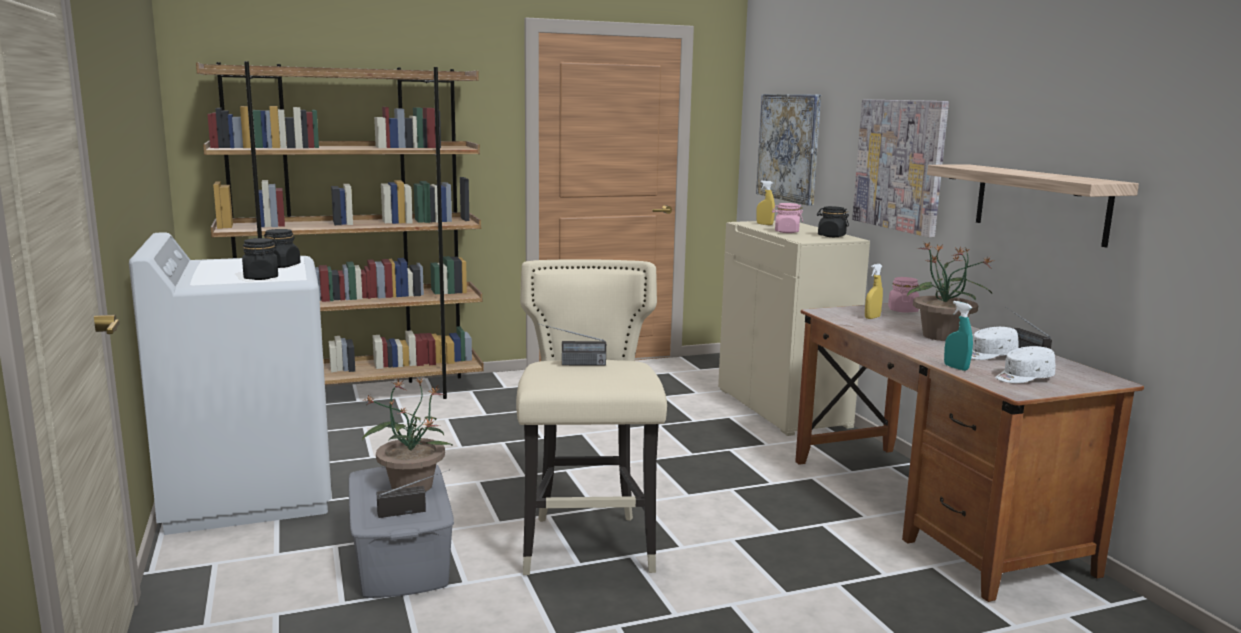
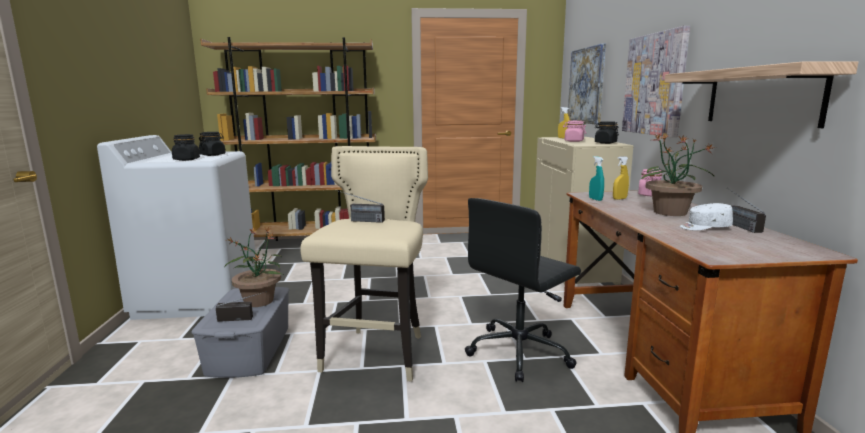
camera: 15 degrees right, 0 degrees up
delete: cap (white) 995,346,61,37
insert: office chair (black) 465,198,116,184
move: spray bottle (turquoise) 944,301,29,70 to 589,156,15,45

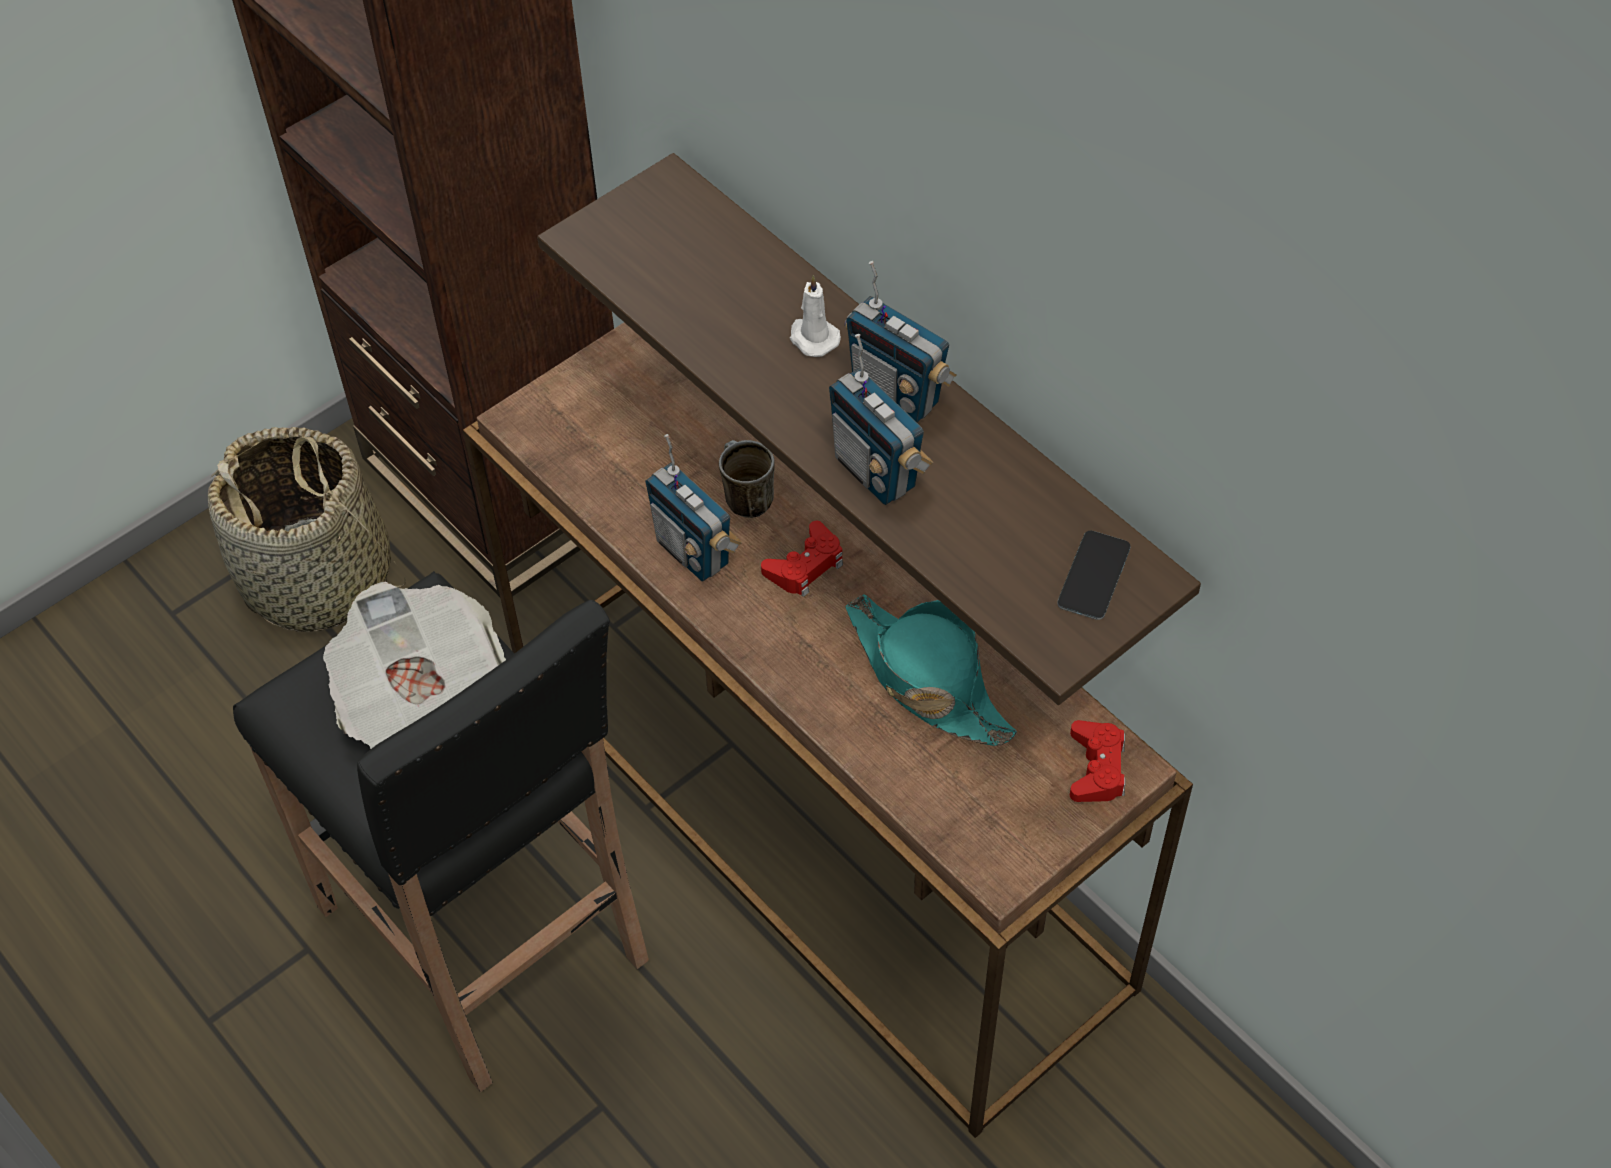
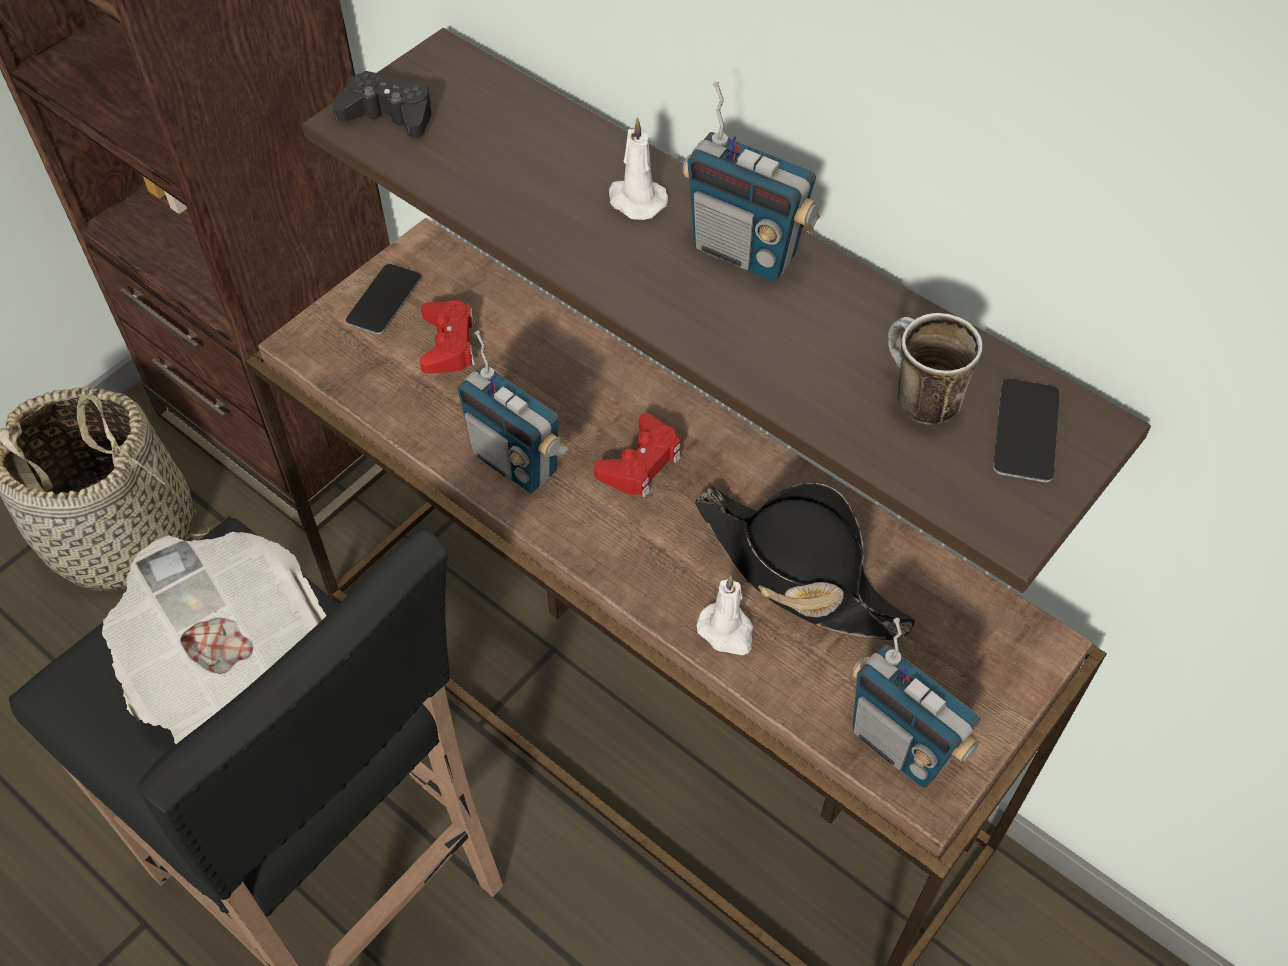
camera: 10 degrees left, 0 degrees up
insert: game controller (black) 332,71,100,67; phone 346,264,75,70; candle (white) 696,575,57,80
move: radio 829,334,104,171 to 852,618,129,170; mug 719,440,56,78 to 888,313,94,112; game controller (red) 1070,720,55,82 to 419,300,56,74
recolor: hat (turquoise) 845,594,172,152 to hat (black) 694,483,222,157

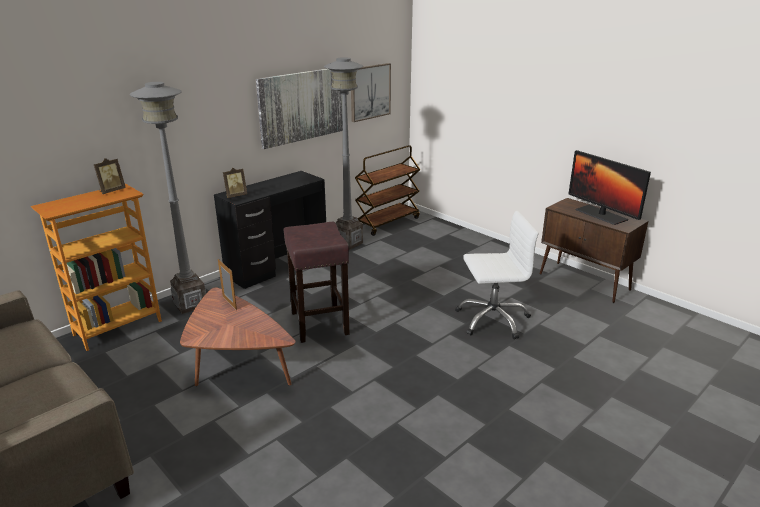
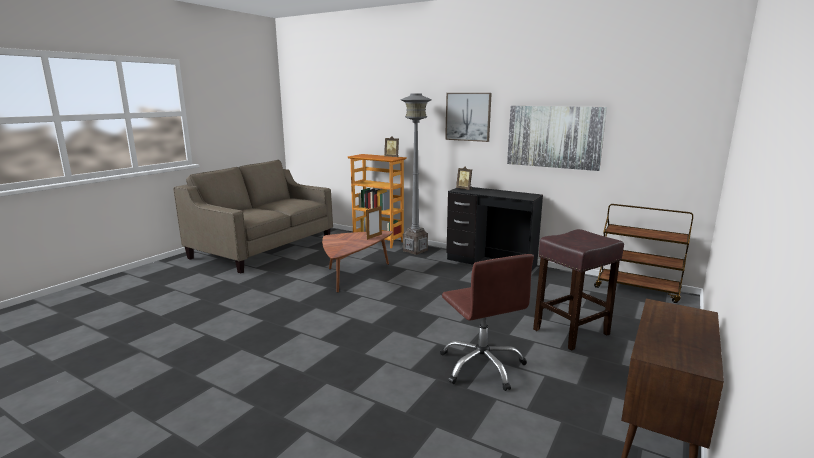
camera: 75 degrees right, 10 degrees down
delete: floor lamp (grey) 324,57,39,193; monitor 568,150,83,75
move: picture 351,63,40,59 to 445,93,47,49; stool (brown) 284,222,65,121 to 533,229,91,121
recolor: office chair (white) 455,211,83,129 to office chair (brown) 440,254,94,137

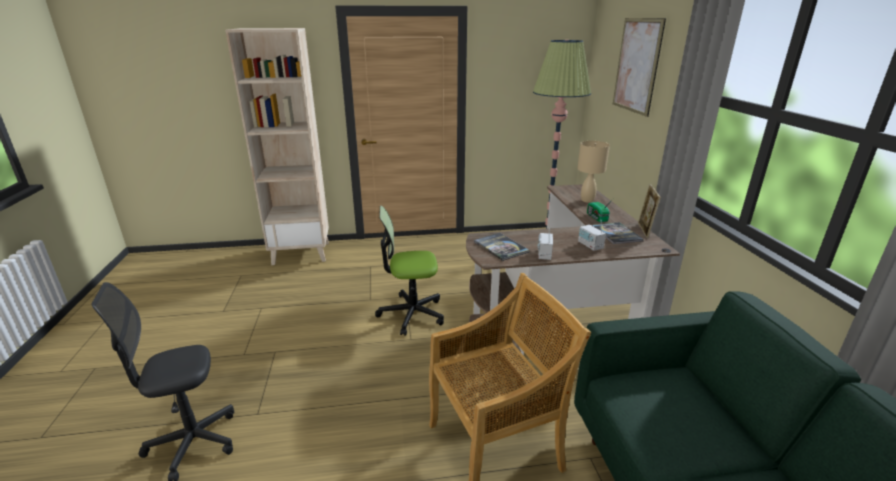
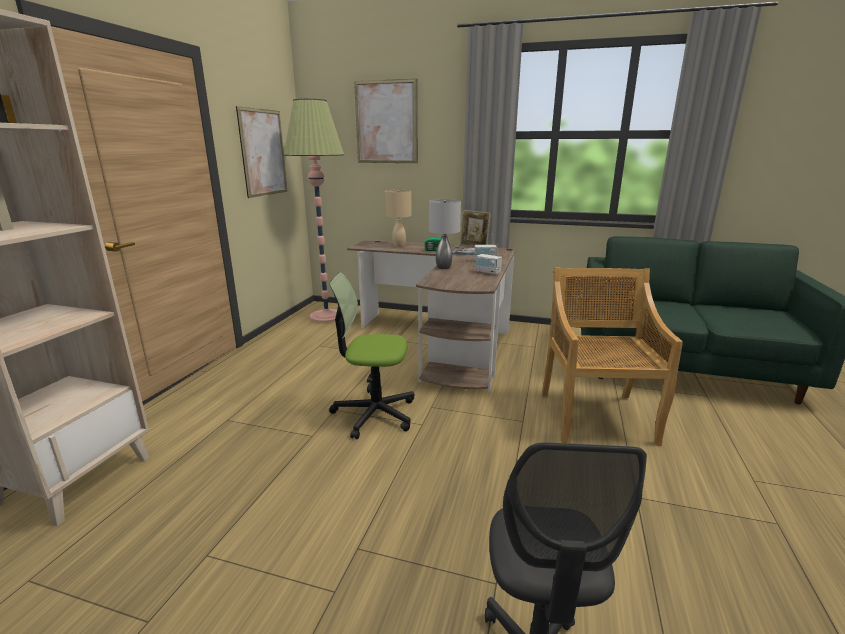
camera: 65 degrees left, 5 degrees down
delete: book 474,233,55,28
insert: picture 236,106,51,92; table lamp (grey) 429,199,32,70
rotate: office chair 375,206,69,130 = 329,273,85,166 75 degrees clockwise

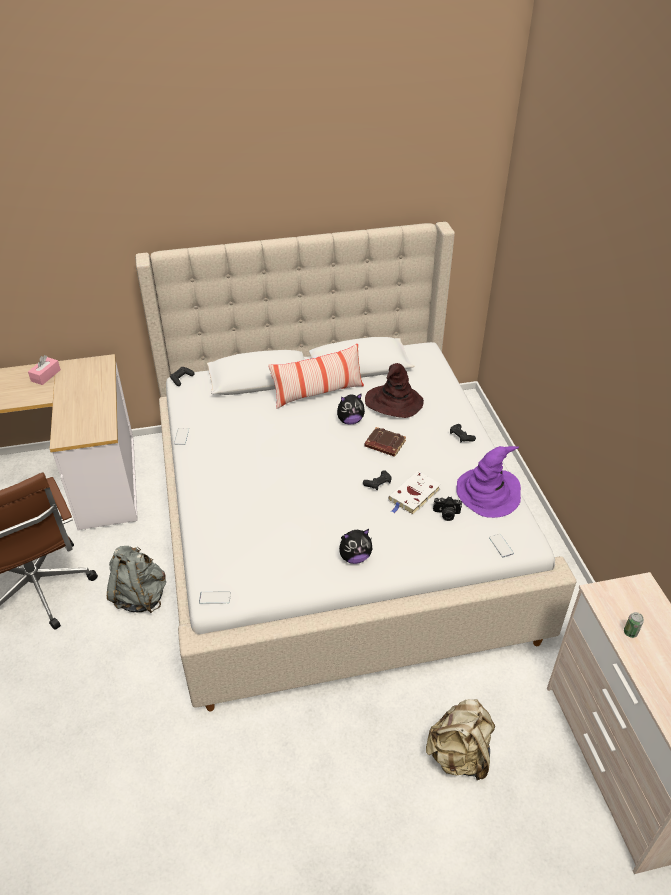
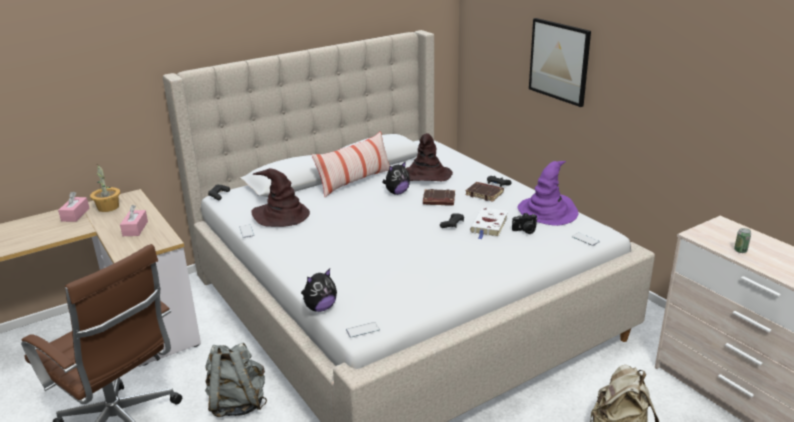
camera: 20 degrees left, 15 degrees down
insert: picture 529,18,62,89; potted plant 90,165,30,47; hat (brown) 251,168,59,59; book (brown) 465,182,39,20; tissue box (pink) 120,205,28,31
move: plush toy 339,529,33,35 to 301,269,36,43

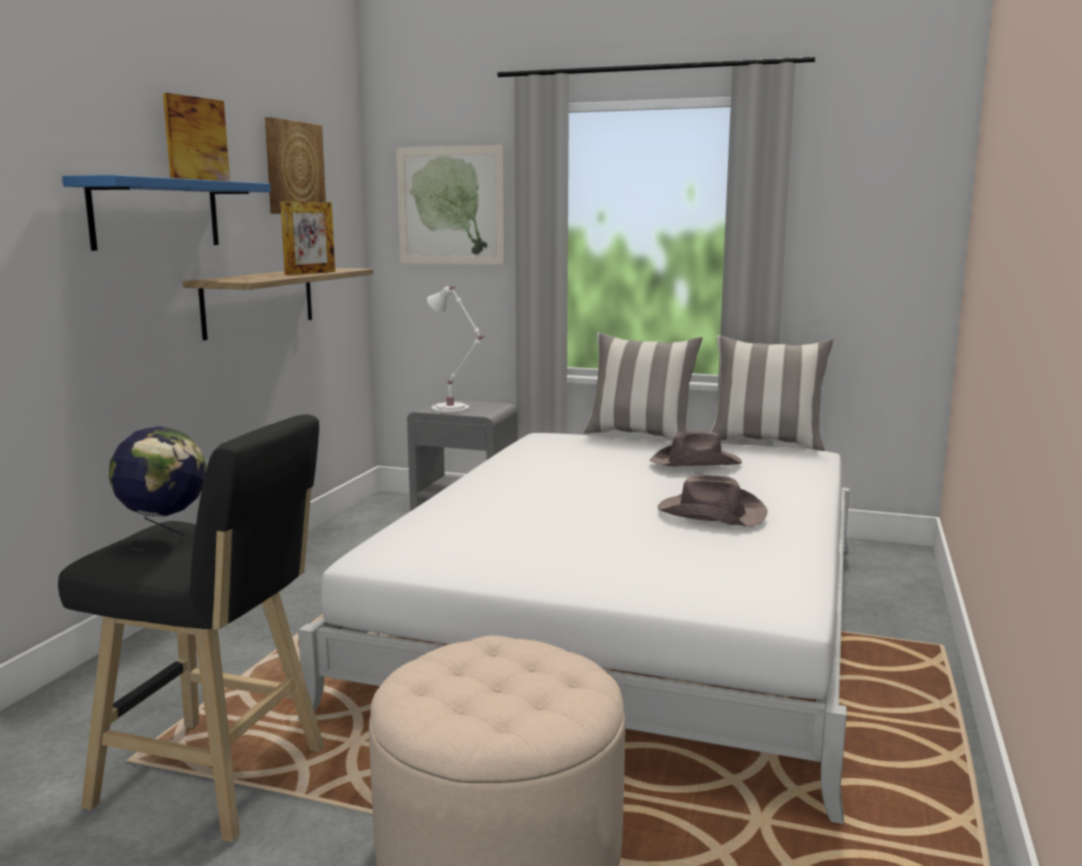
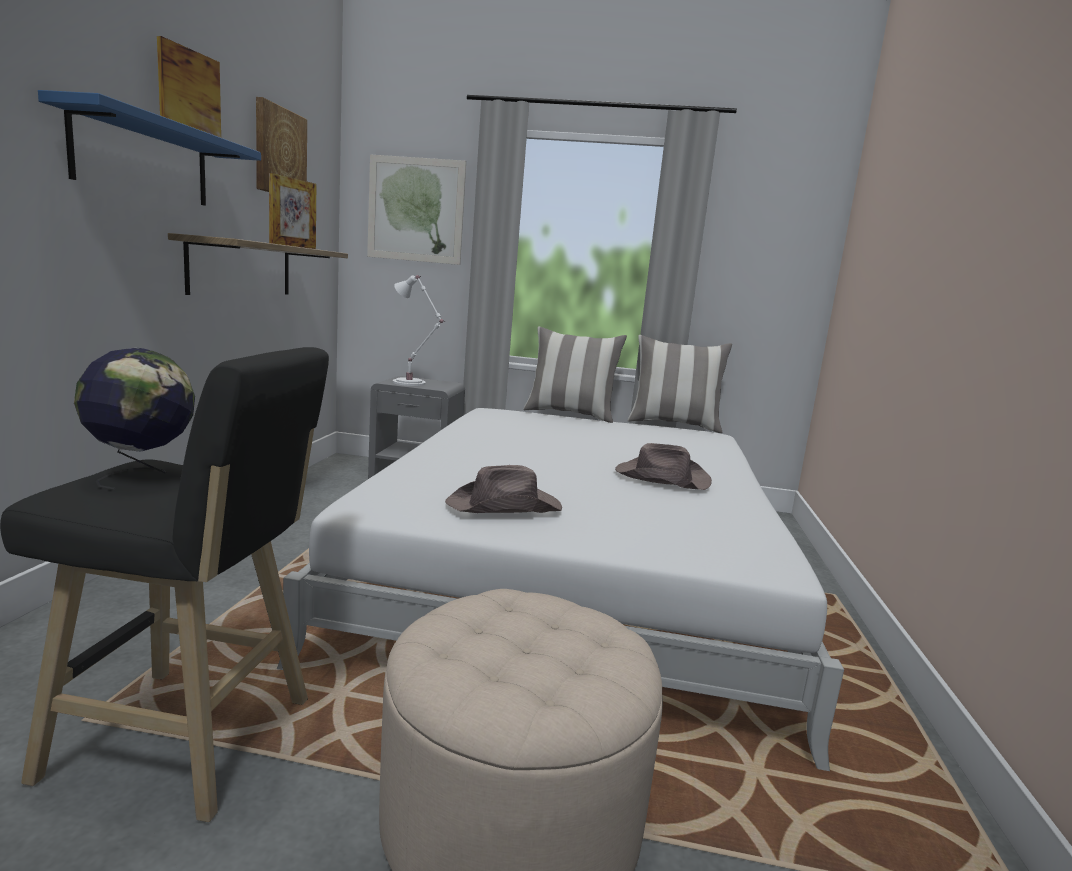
camera: 10 degrees left, 0 degrees up
move: hat (brown) 650,431,92,35 to 445,465,117,48

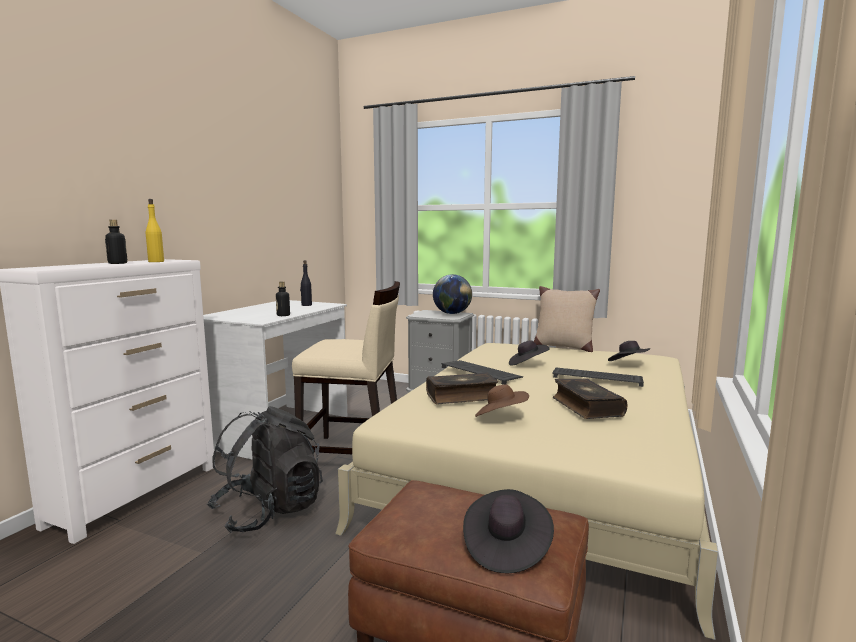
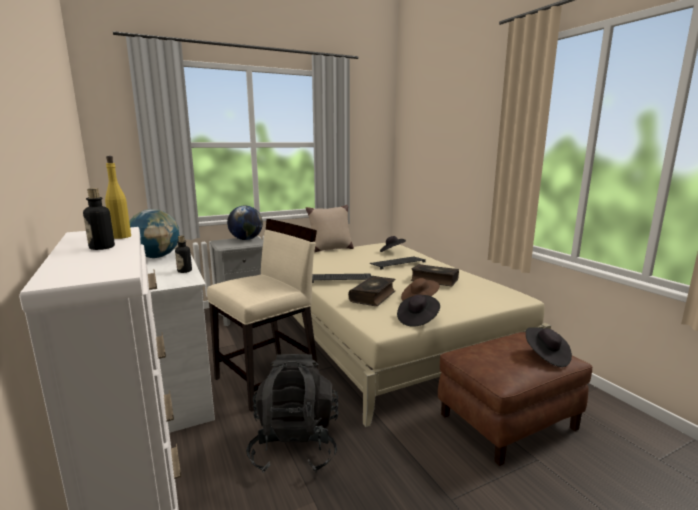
camera: 50 degrees left, 5 degrees up
move: hat (black) 509,340,41,26 to 397,294,43,33
replace: bottle (black) 300,260,12,46 to globe 129,209,50,49

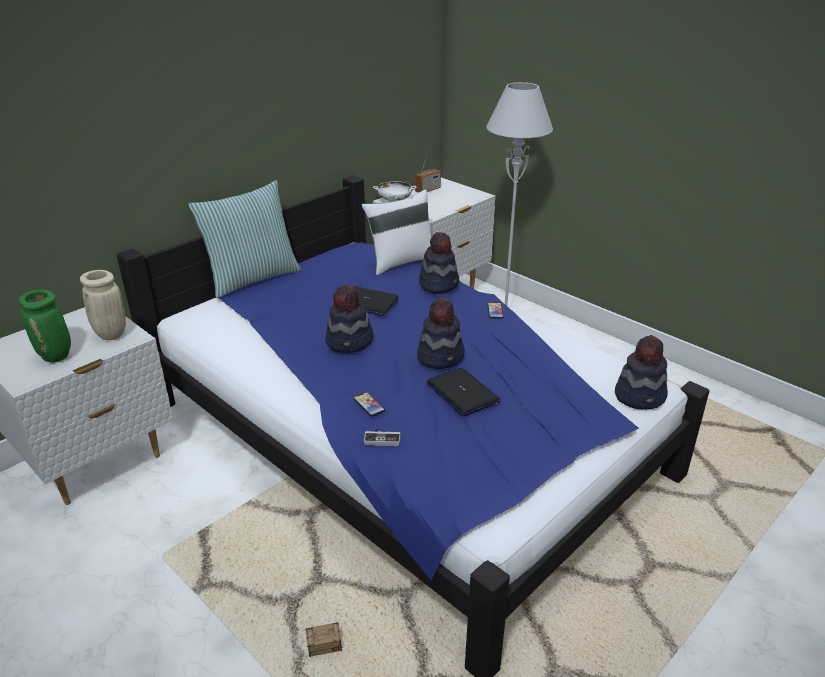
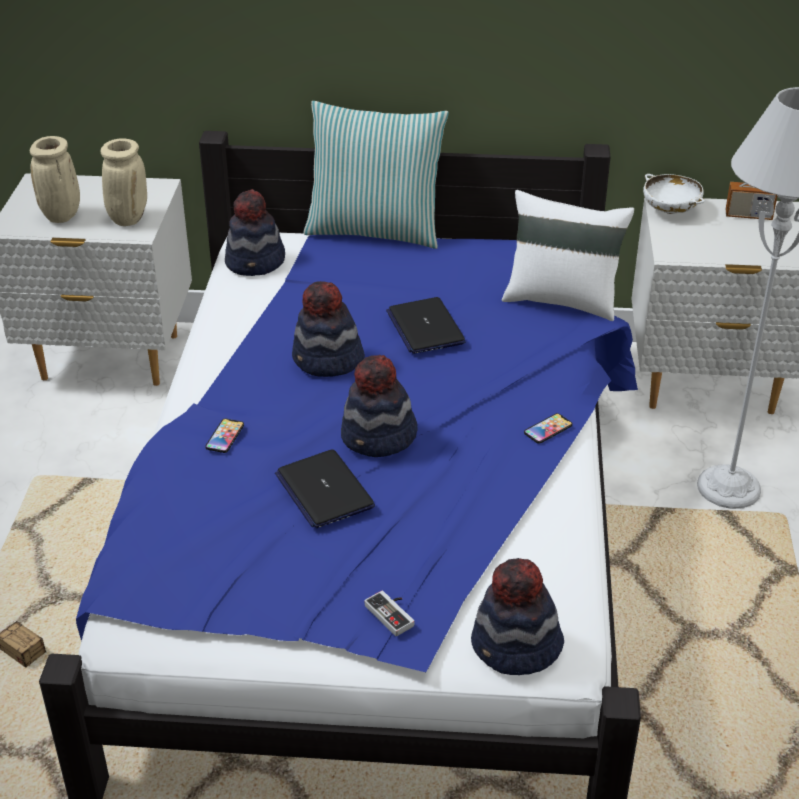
camera: 50 degrees right, 5 degrees up
move: hat 419,232,40,61 to 225,189,60,87; game controller 364,428,37,18 to 364,590,50,46
recolor: vase (green) 19,290,52,73 to vase (beige) 30,136,50,87
rotate: laptop 426,368,75,48 = 275,449,100,79 135 degrees clockwise

